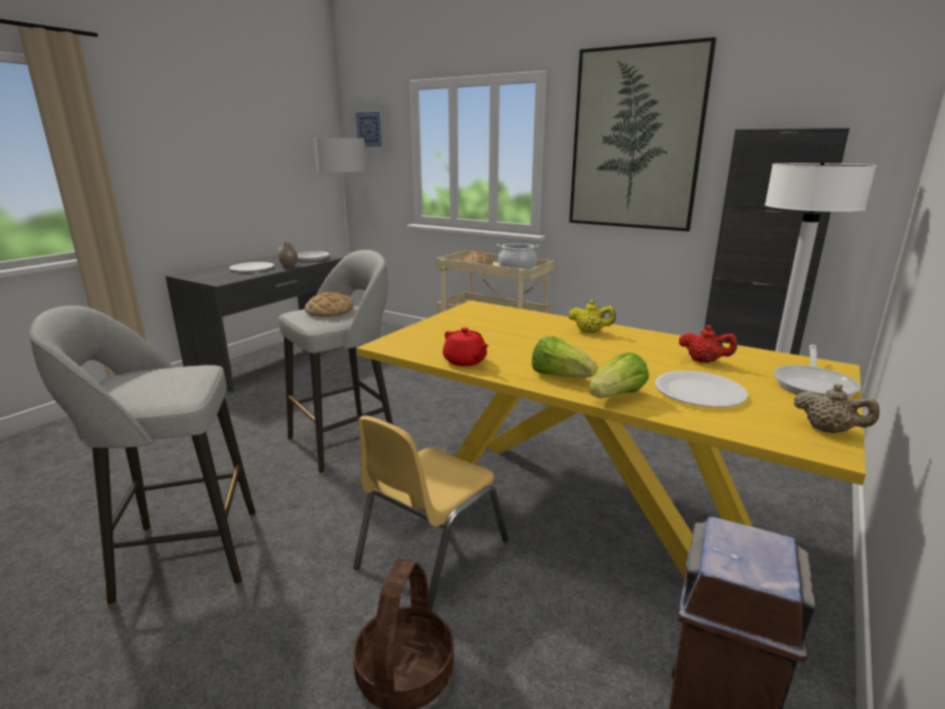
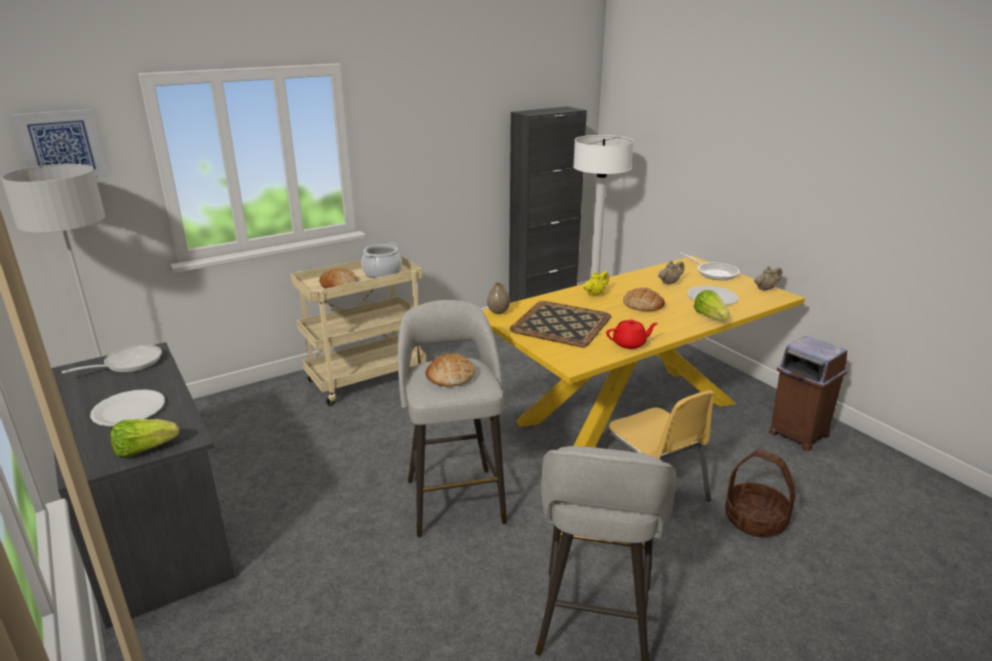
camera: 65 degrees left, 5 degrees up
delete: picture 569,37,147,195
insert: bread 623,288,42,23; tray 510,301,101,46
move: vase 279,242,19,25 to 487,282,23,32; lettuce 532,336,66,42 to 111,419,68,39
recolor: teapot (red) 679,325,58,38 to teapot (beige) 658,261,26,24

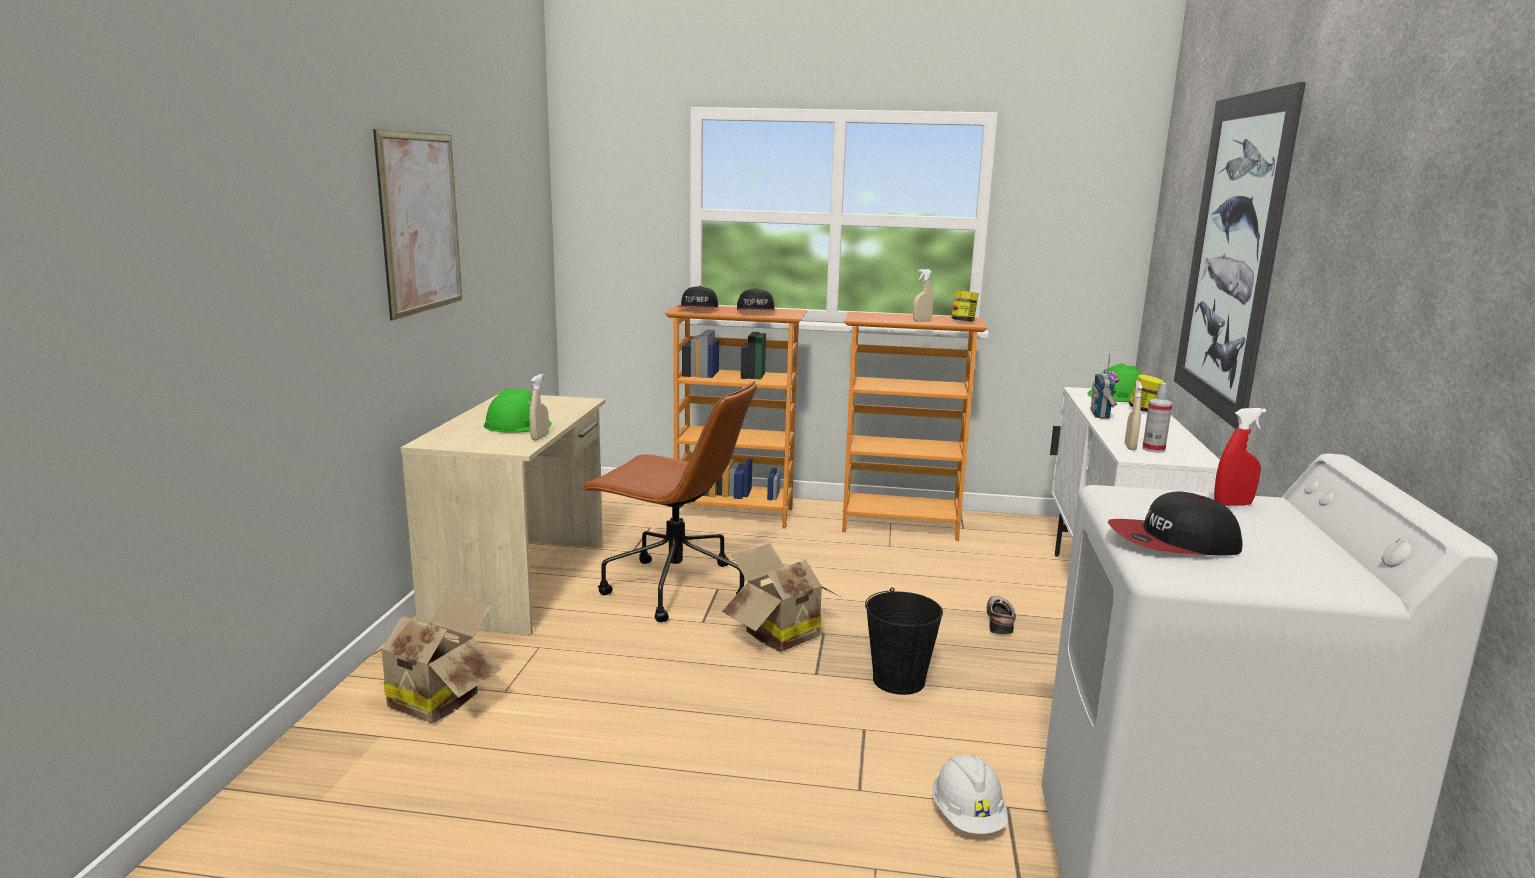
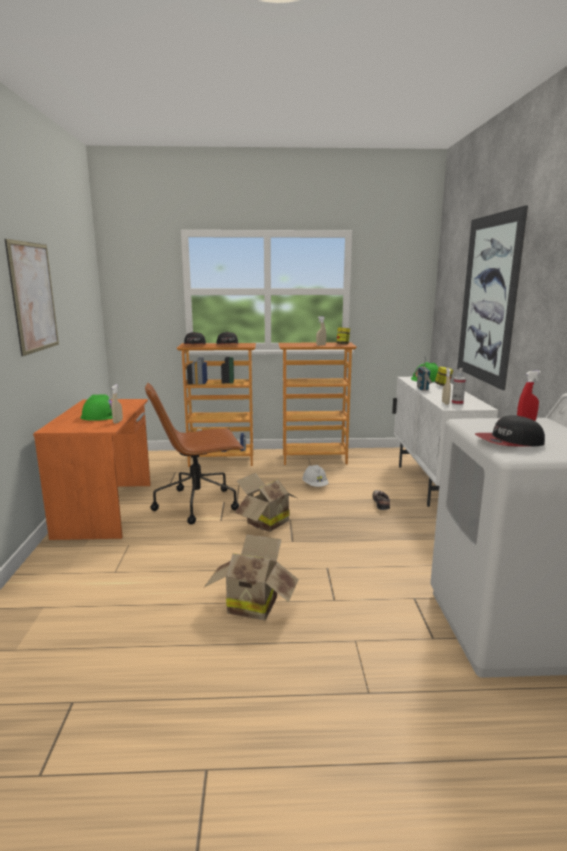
camera: 10 degrees left, 0 degrees up
delete: bucket (black) 865,588,78,107
move: cardboard box 361,592,141,131 to 204,534,95,86; hard hat (white) 932,755,76,79 to 302,465,26,22
recolor: desk (beige) 401,394,204,241 to desk (orange) 33,399,118,141
rotate: office chair (brown) 581,381,176,241 = 145,383,99,141 150 degrees clockwise

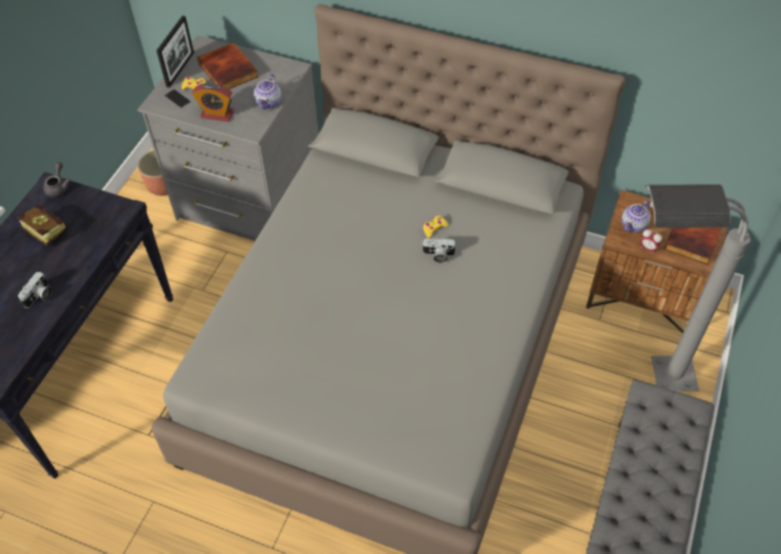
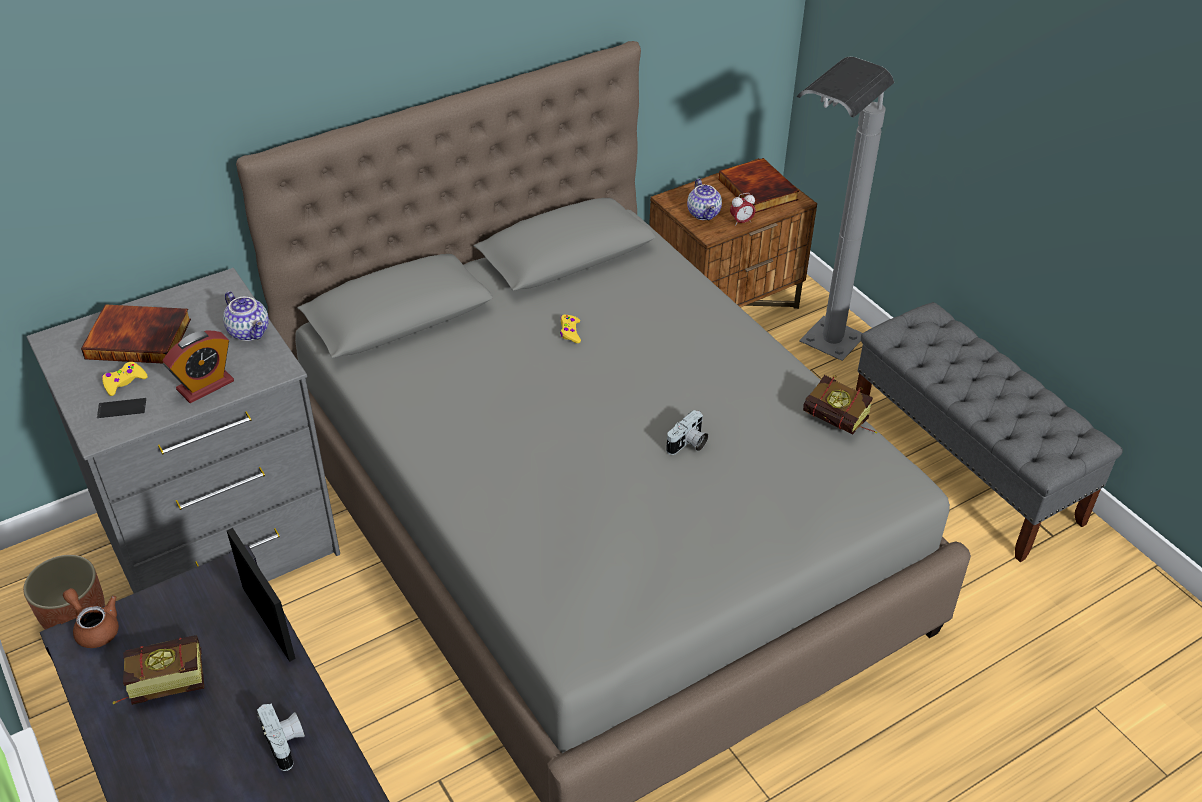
camera: 55 degrees left, 10 degrees down
insert: book 803,375,74,59
move: picture frame 156,16,38,72 to 227,528,69,134; photo camera 422,238,33,25 to 666,410,43,45
recolor: teapot (grey) 43,162,27,36 to teapot (brown) 63,588,56,60

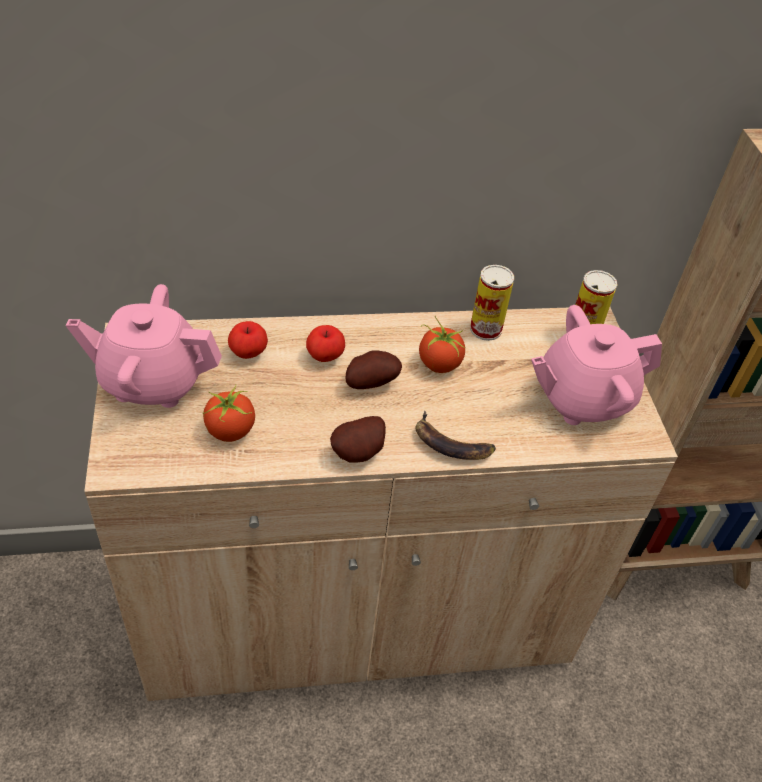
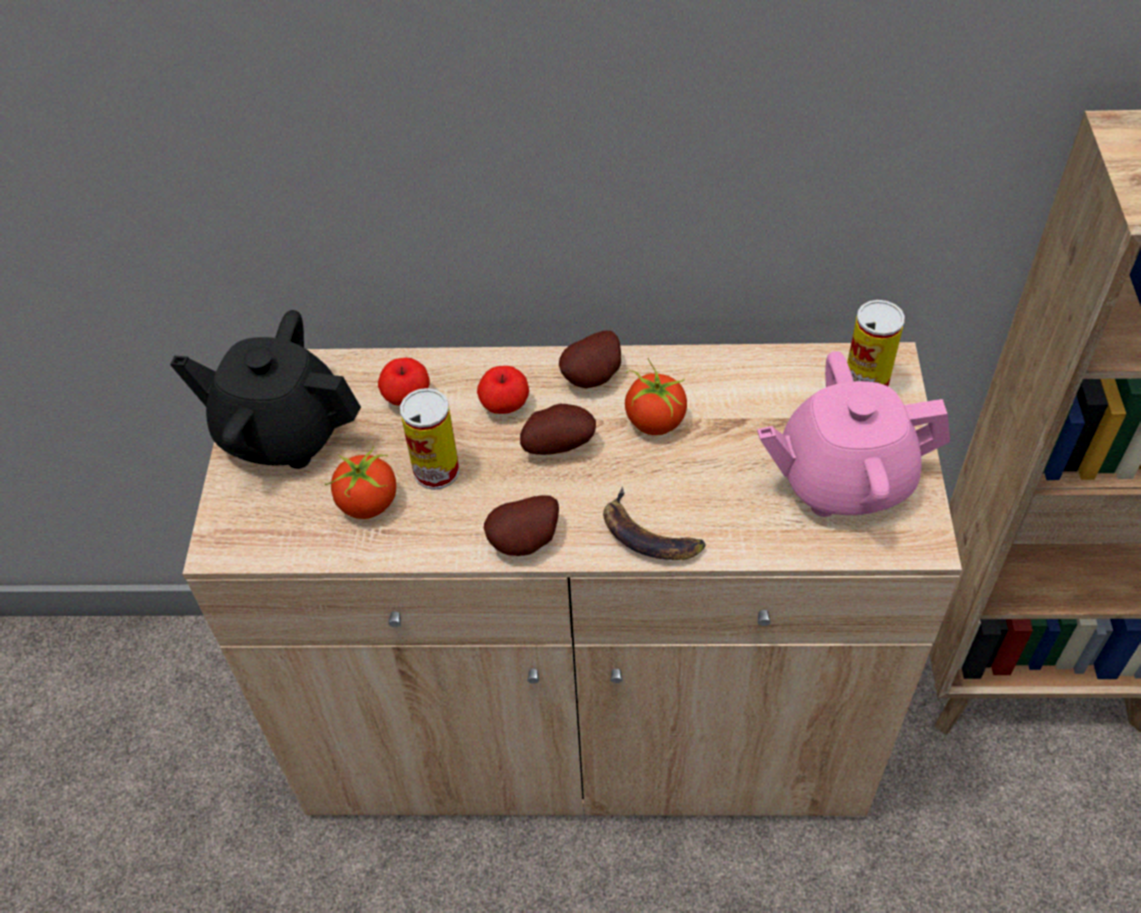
camera: 15 degrees right, 5 degrees up
insert: potato 559,330,62,58
move: can 470,265,44,76 to 400,388,59,102
recolor: teapot (pink) 66,284,156,124 to teapot (black) 170,310,191,159

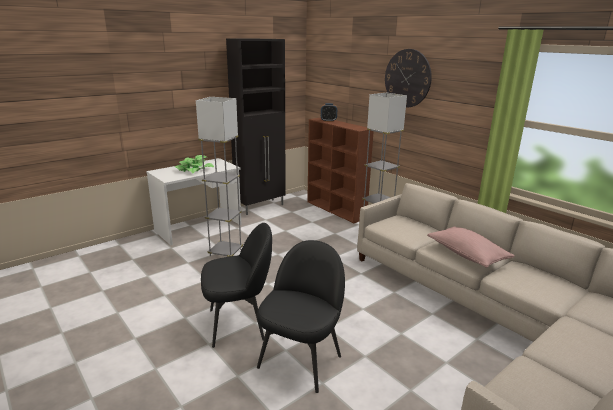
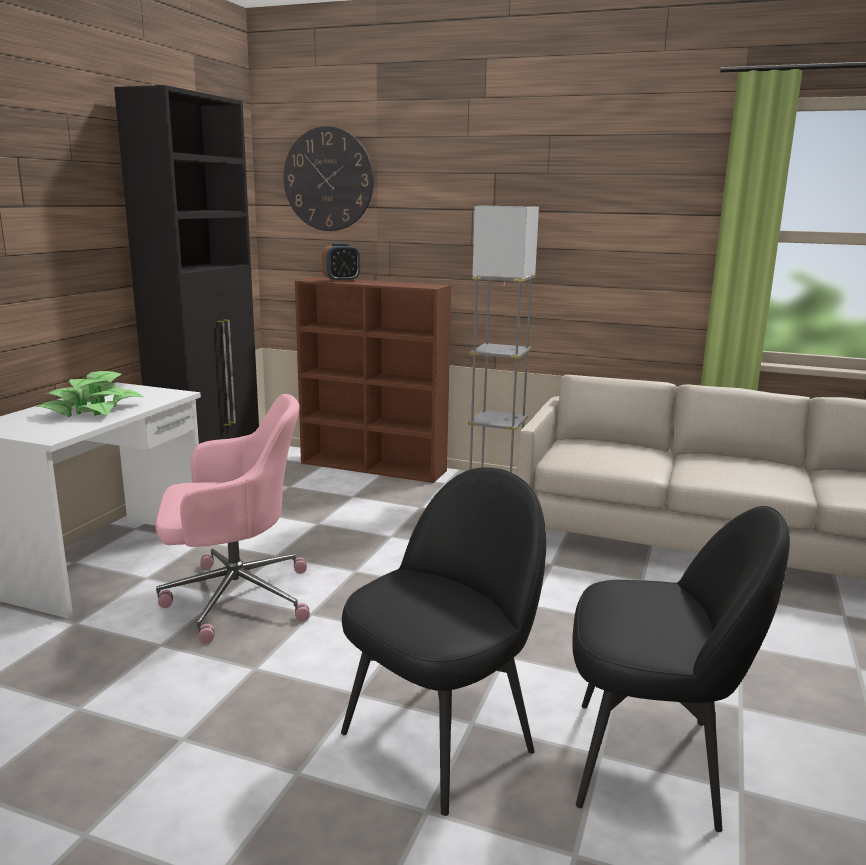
camera: 30 degrees left, 5 degrees down
delete: pillow (pink) 427,226,88,42
move: wall clock 385,49,47,59 to 284,126,90,105
replace: floor lamp (grey) 196,97,47,160 to office chair (pink) 156,394,154,250
rotate: chair (black) 257,240,88,153 = 572,506,218,326 105 degrees clockwise

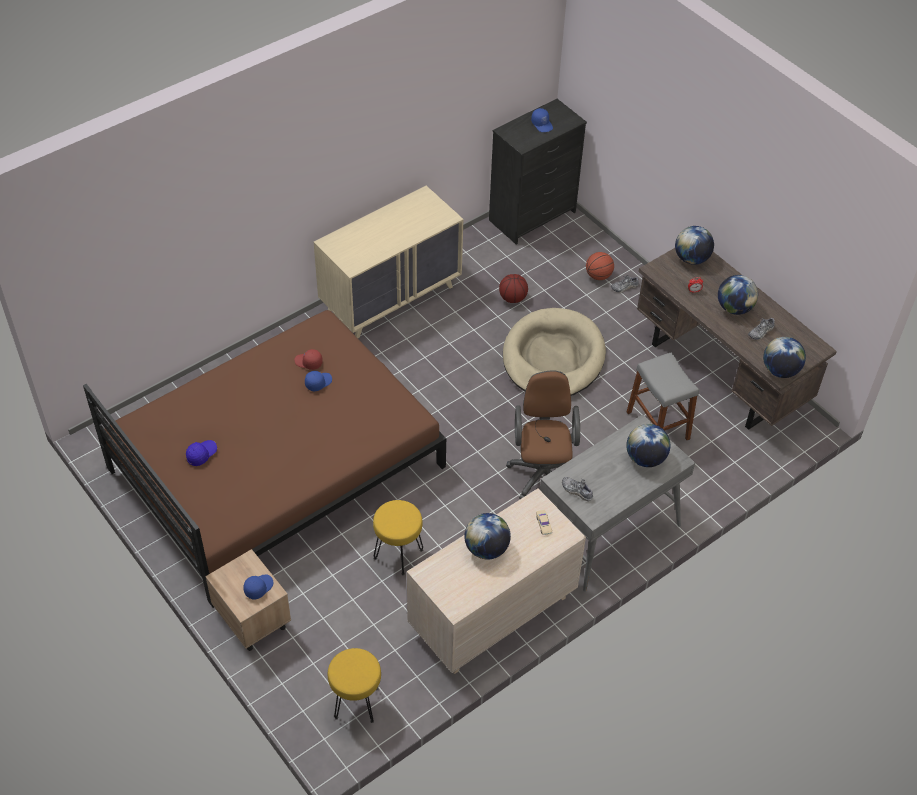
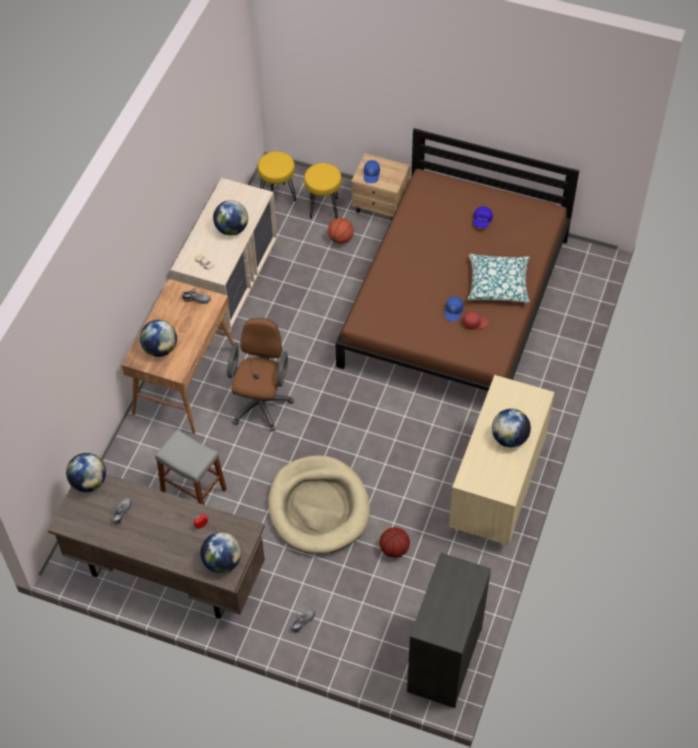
camera: 150 degrees right, 5 degrees up
delete: cap (blue) 531,108,22,24
insert: pillow 468,254,62,49
move: basketball 586,252,28,28 to 328,218,26,26; globe 718,275,40,40 to 492,409,39,38; stool (yellow) 373,500,50,75 to 304,163,38,56
recolor: desk (grey) 540,415,155,177 to desk (brown) 122,279,112,155
rotate: office chair (brown) 506,370,74,129 = 227,318,67,114 135 degrees counterclockwise

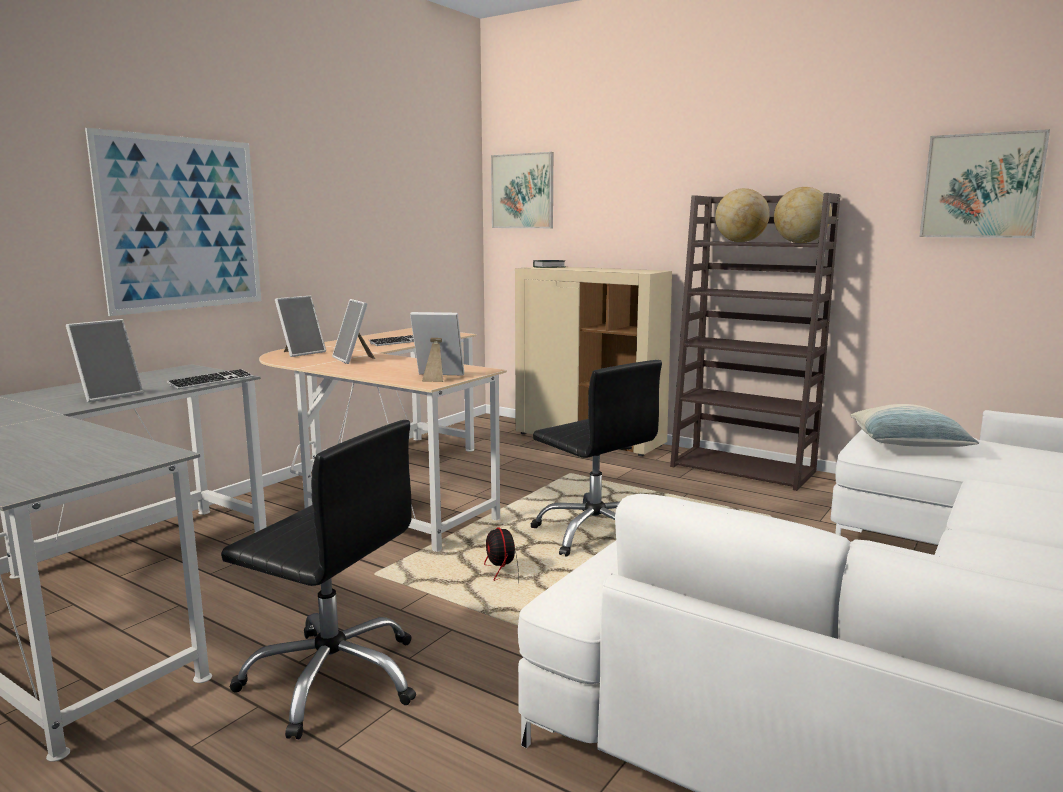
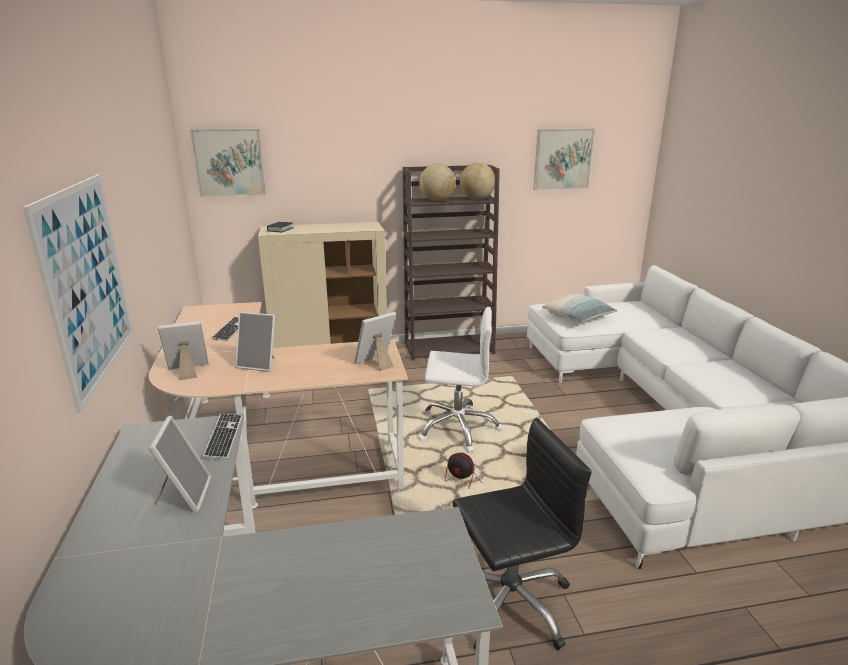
camera: 45 degrees left, 10 degrees up
recolor: office chair (black) 530,360,132,197 to office chair (white) 418,307,85,145
rotate: picture frame 275,295,51,62 = 158,321,51,59 105 degrees counterclockwise

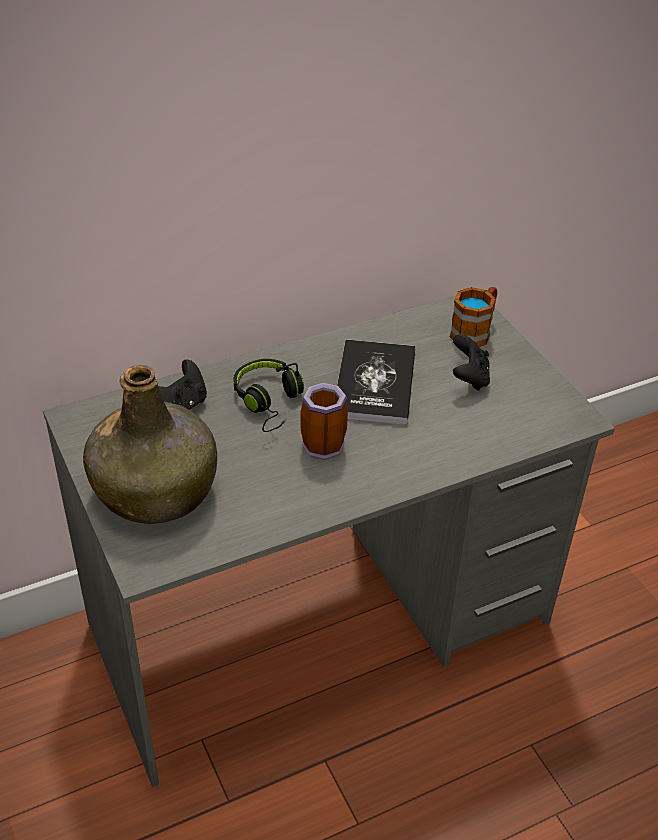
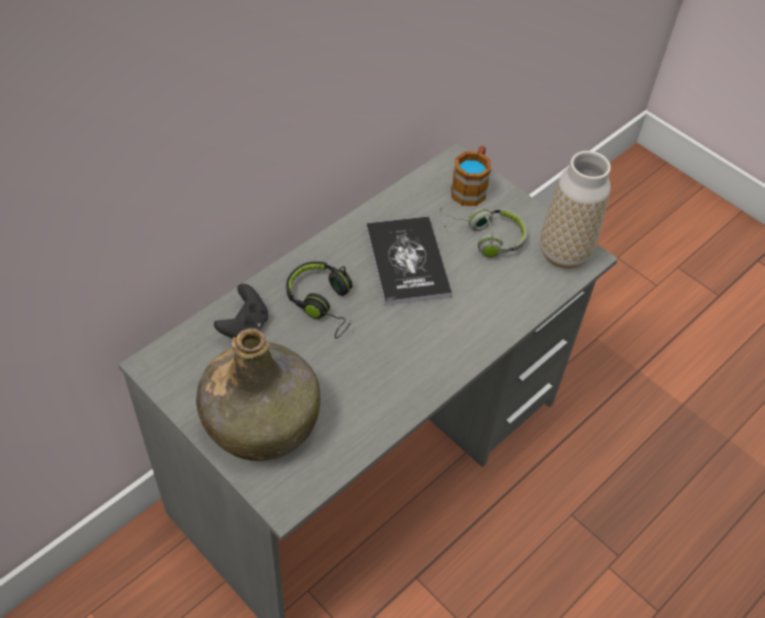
camera: 20 degrees left, 10 degrees up
delete: mug 301,383,47,77
insert: vase 540,151,71,118
replace: game controller (black) 453,334,37,57 to headphones (grey) 440,207,87,51

